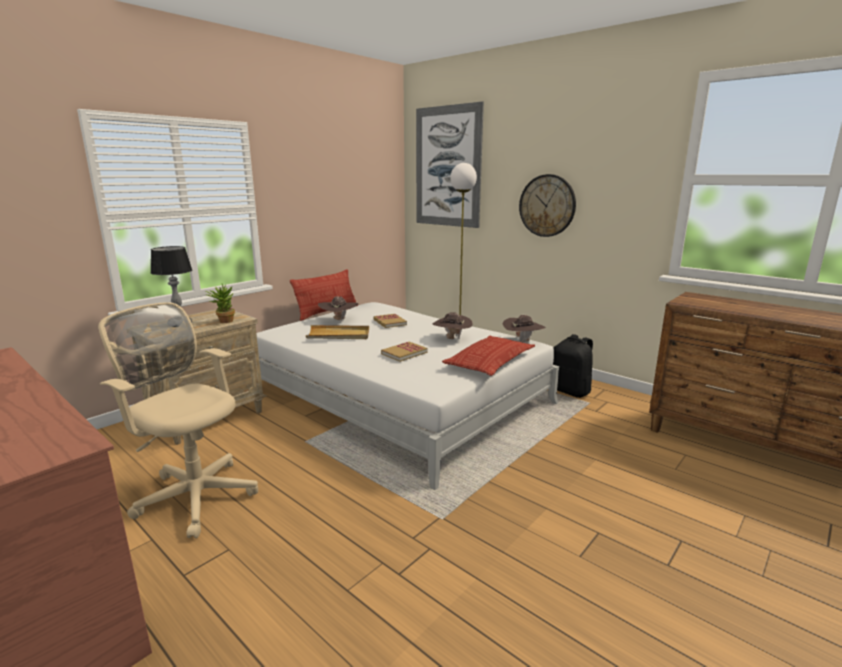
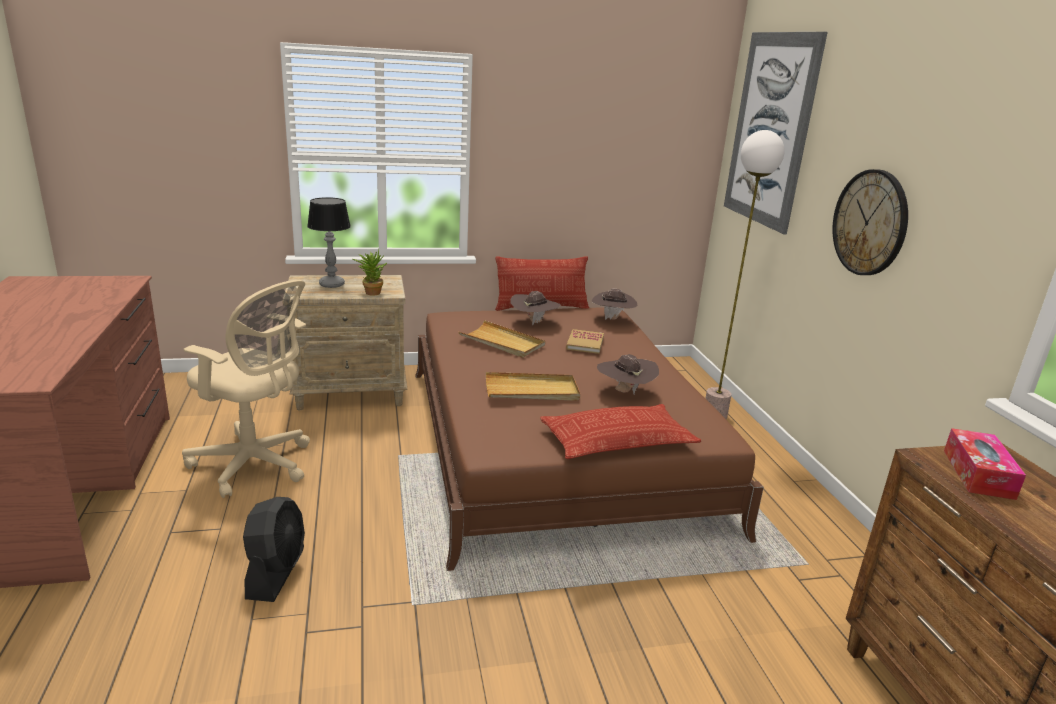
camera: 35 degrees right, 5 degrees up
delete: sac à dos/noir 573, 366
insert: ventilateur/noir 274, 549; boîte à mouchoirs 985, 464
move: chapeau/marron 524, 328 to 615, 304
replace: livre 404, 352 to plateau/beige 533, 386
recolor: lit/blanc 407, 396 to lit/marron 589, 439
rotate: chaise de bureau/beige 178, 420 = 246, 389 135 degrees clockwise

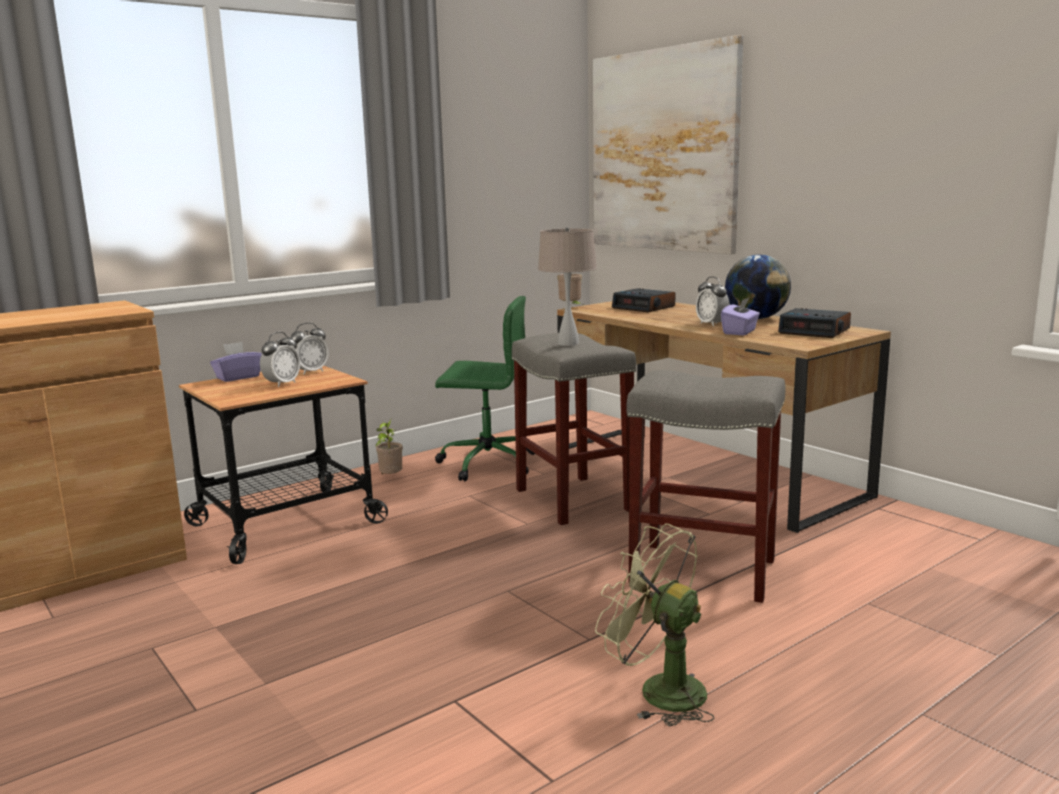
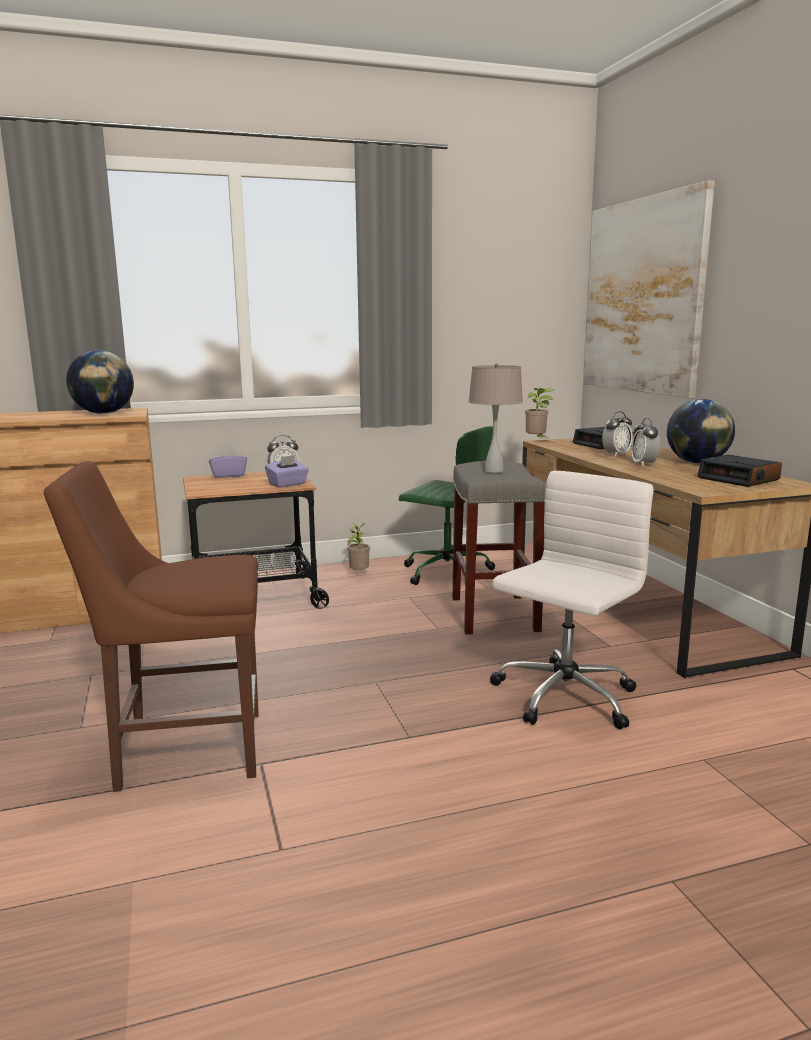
camera: 20 degrees right, 0 degrees up
delete: ventilateur/vert 654, 625
insert: chaise/marron 151, 626; globe 100, 382
move: réveil 280, 359 to 617, 434; boîte à mouchoirs/violet 740, 317 to 287, 471
replace: tabouret/gris 706, 486 to chaise de bureau/blanc 572, 600

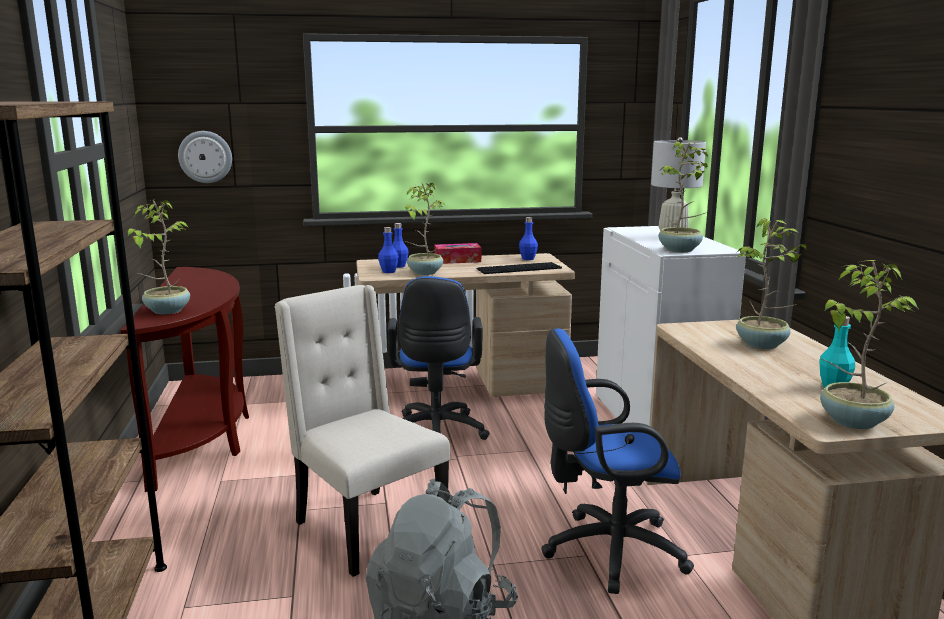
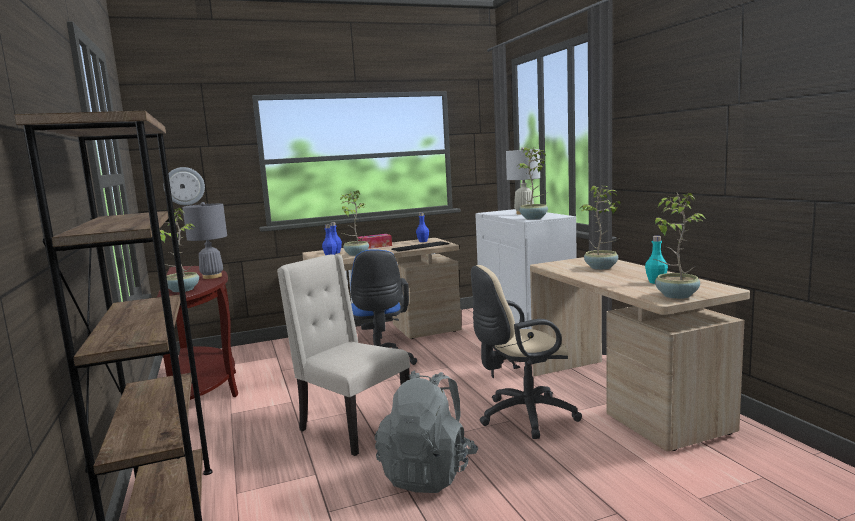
camera: 10 degrees left, 5 degrees down
insert: lampe de table/gris 204, 240
recolor: chaise de bureau/bleu 617, 461 to chaise de bureau/beige 526, 352

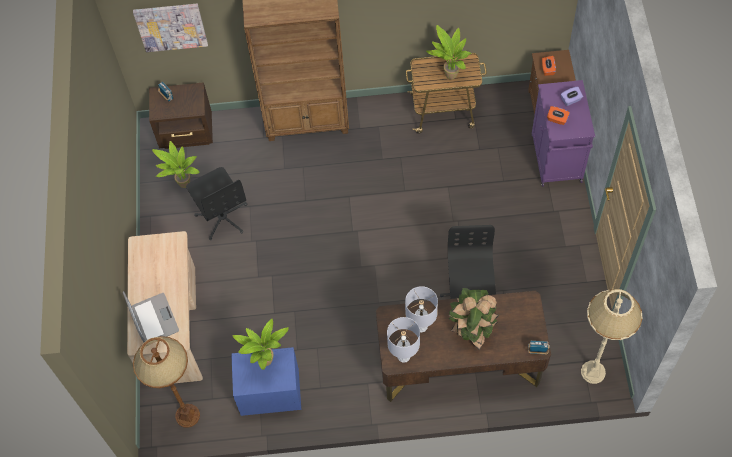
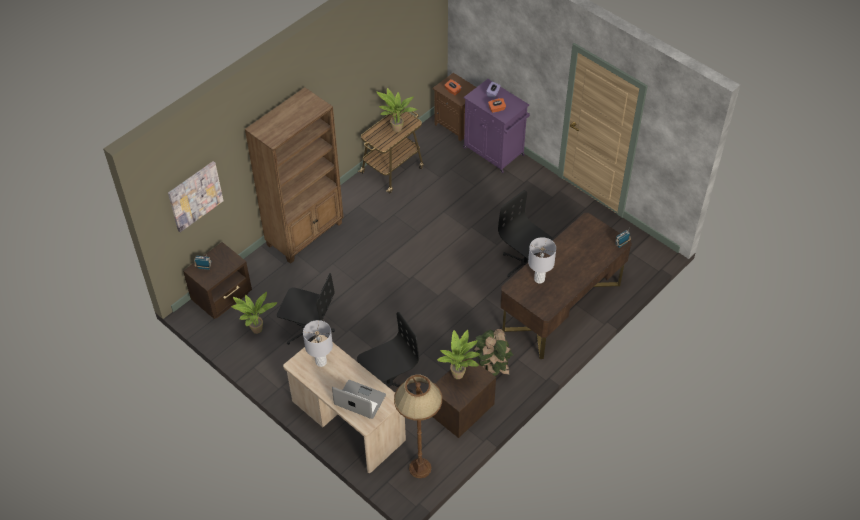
camera: 45 degrees left, 10 degrees down
delete: lampadaire/beige 611, 336
insert: chaise de bureau/noir 388, 353
move: lampe de table/gris 403, 340 to 318, 343; plante en pot 473, 319 to 493, 352
recolor: table de chevet/bleu 266, 381 to table de chevet/marron 464, 398

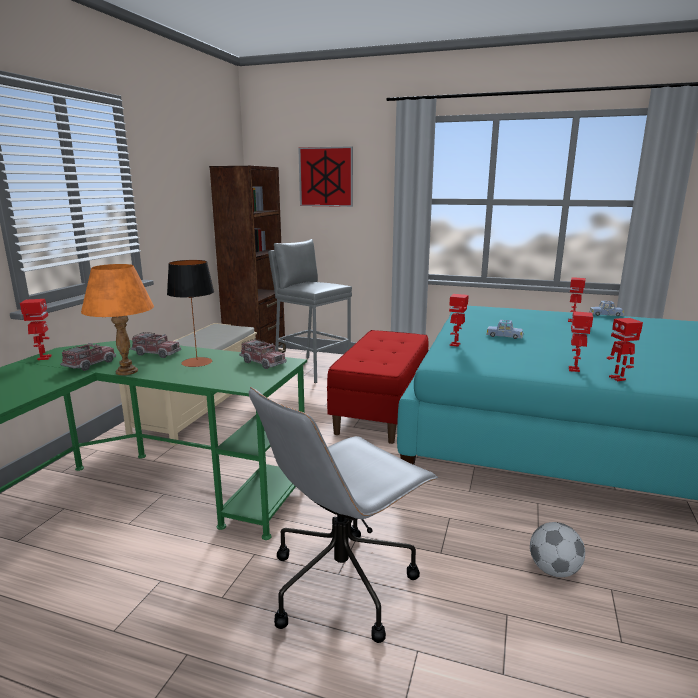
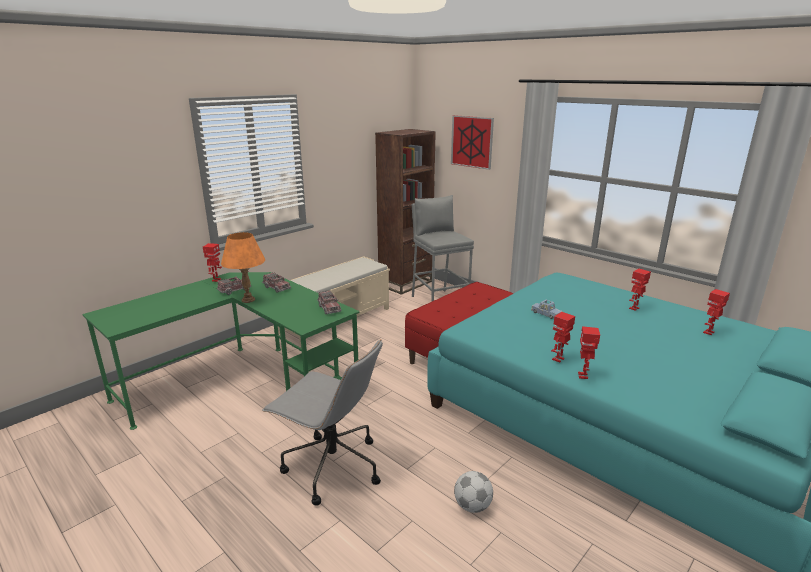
camera: 25 degrees right, 5 degrees up
delete: lampe de table 190, 313; petite voiture/bleu 606, 308
move: robot jouet 459, 320 to 716, 312
rotate: chaise de bureau/gris 343, 515 = 322, 423 135 degrees counterclockwise

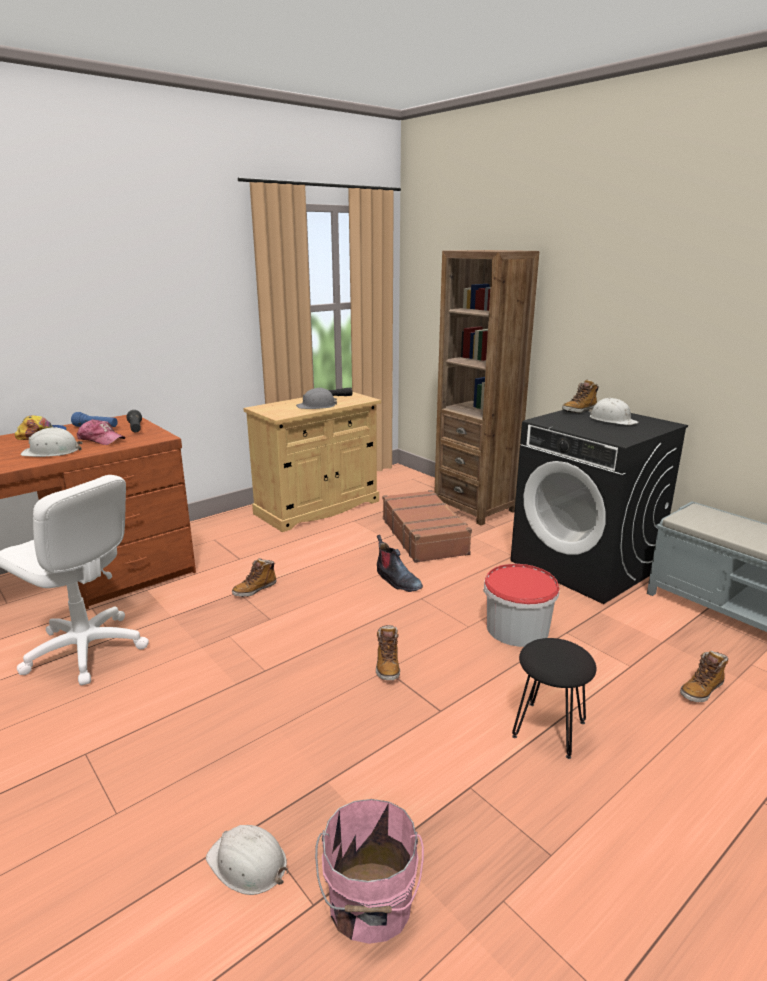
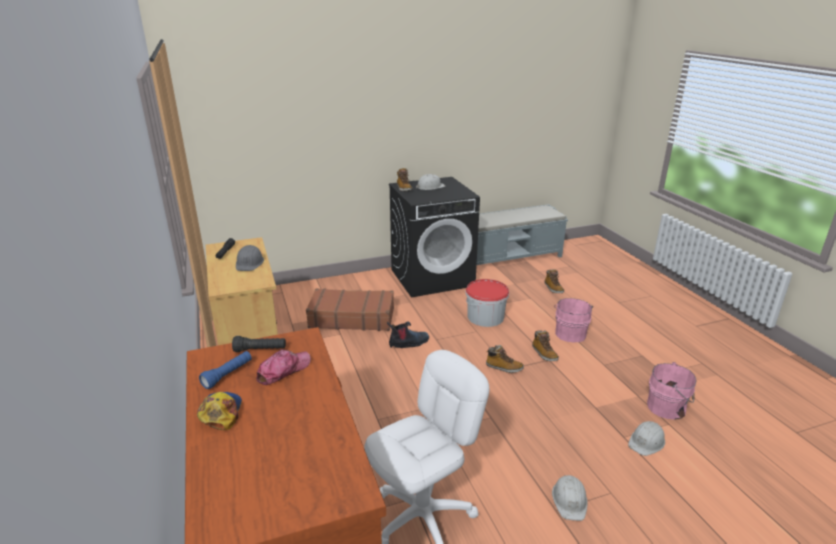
camera: 70 degrees left, 5 degrees up
delete: bibliothèque/marron 486, 387
move: casque de chantier/blanc 51, 442 to 570, 498; botte 254, 577 to 545, 345
replace: tabouret/noir 554, 698 to seau/rose 573, 320

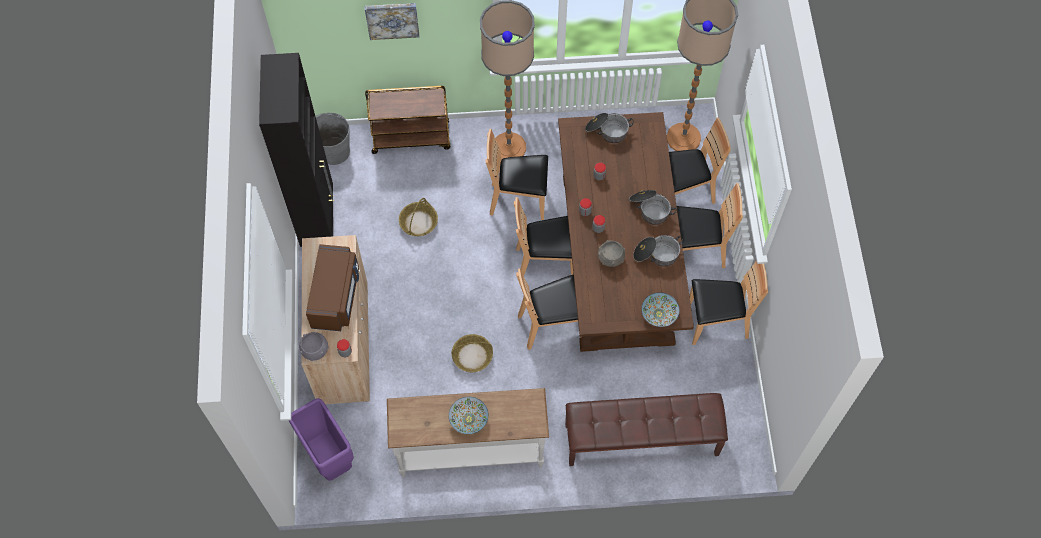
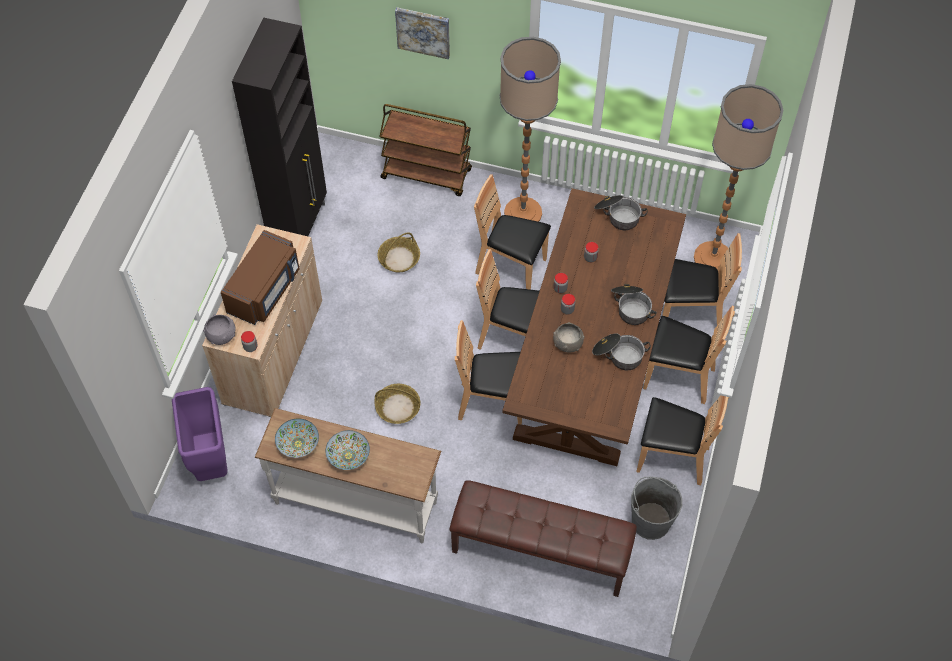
camera: 20 degrees right, 5 degrees down
move: seau/gris 332, 139 to 656, 508; bol 660, 309 to 297, 438

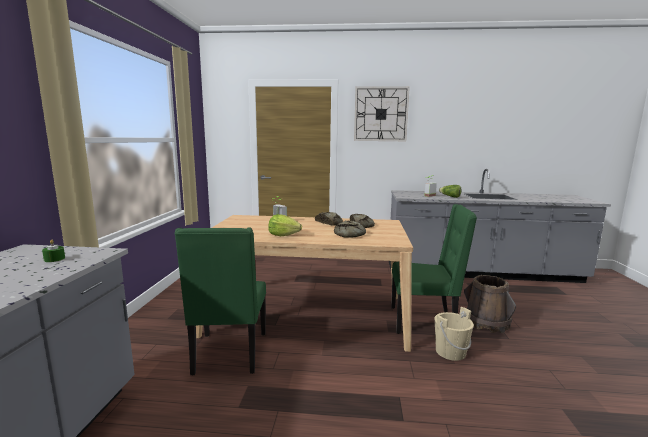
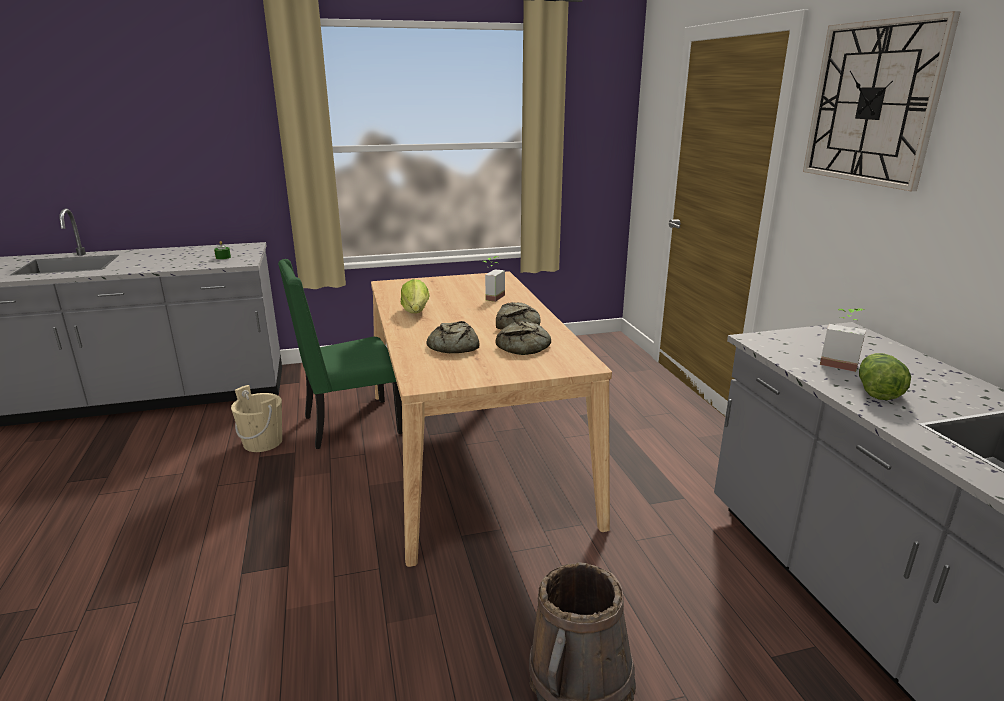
camera: 70 degrees right, 10 degrees up
delete: chaise/vert 434, 269
move: seau/beige 454, 334 to 256, 418

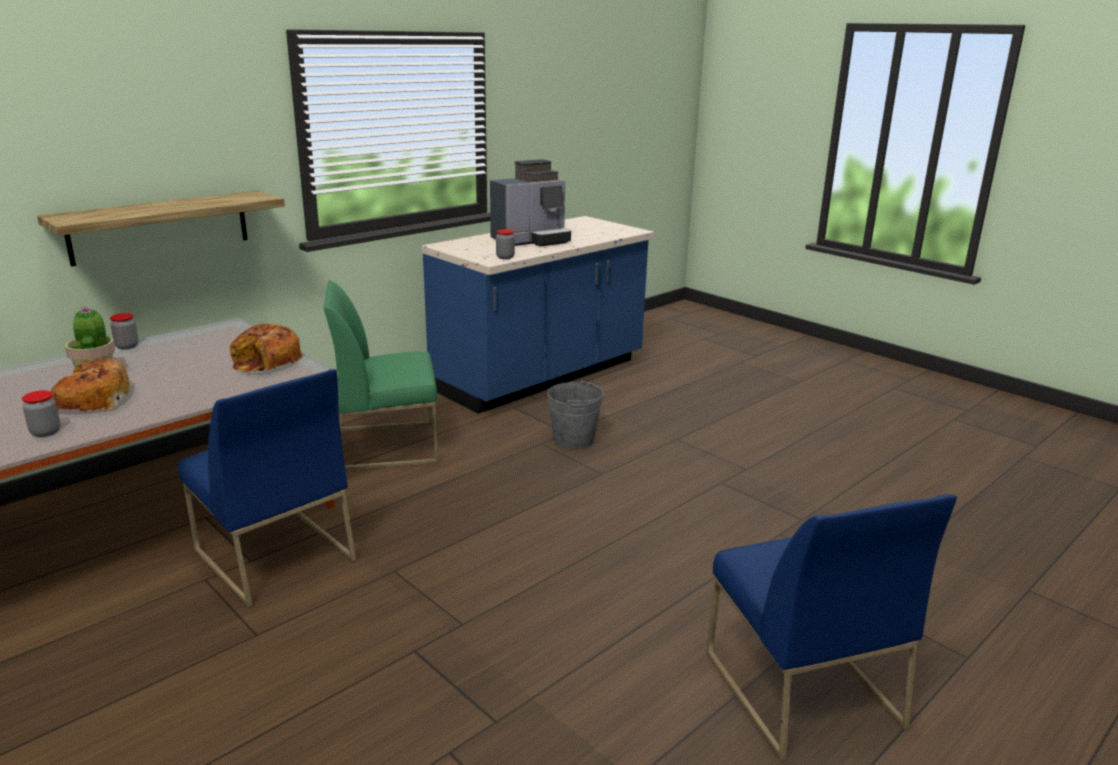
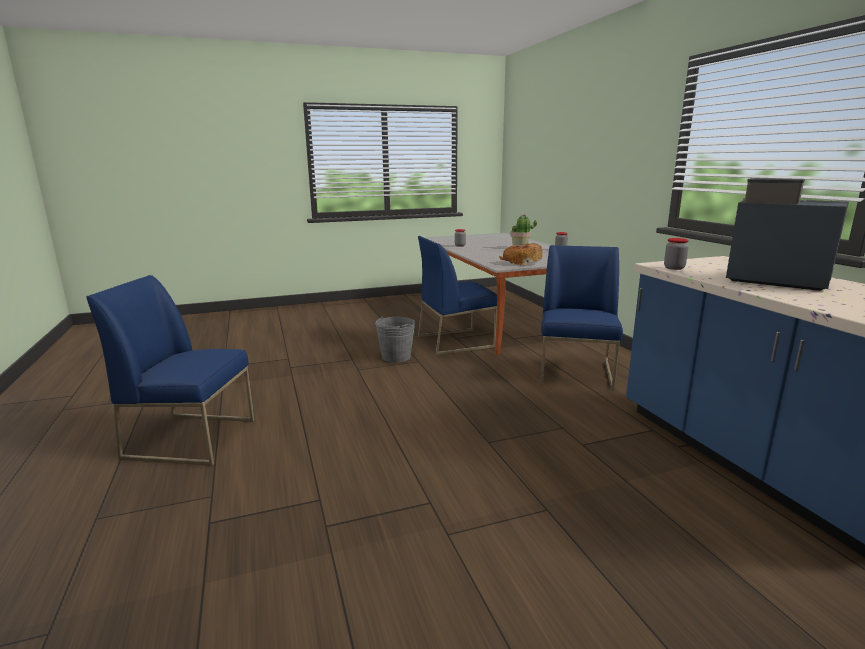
camera: 115 degrees right, 5 degrees down
delete: étagère 161, 229; pain 90, 385
move: seau/gris 575, 414 to 395, 339
recolor: chaise/vert 381, 376 to chaise/bleu 581, 318
rotate: machine à café 530, 202 = 787, 234 135 degrees clockwise

